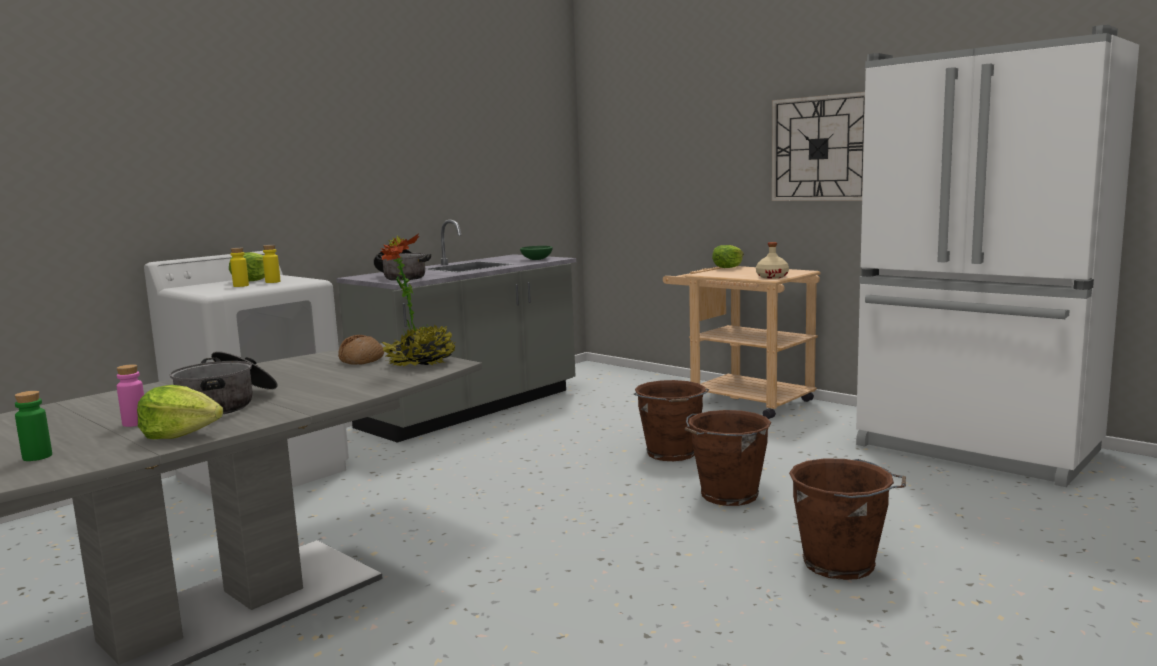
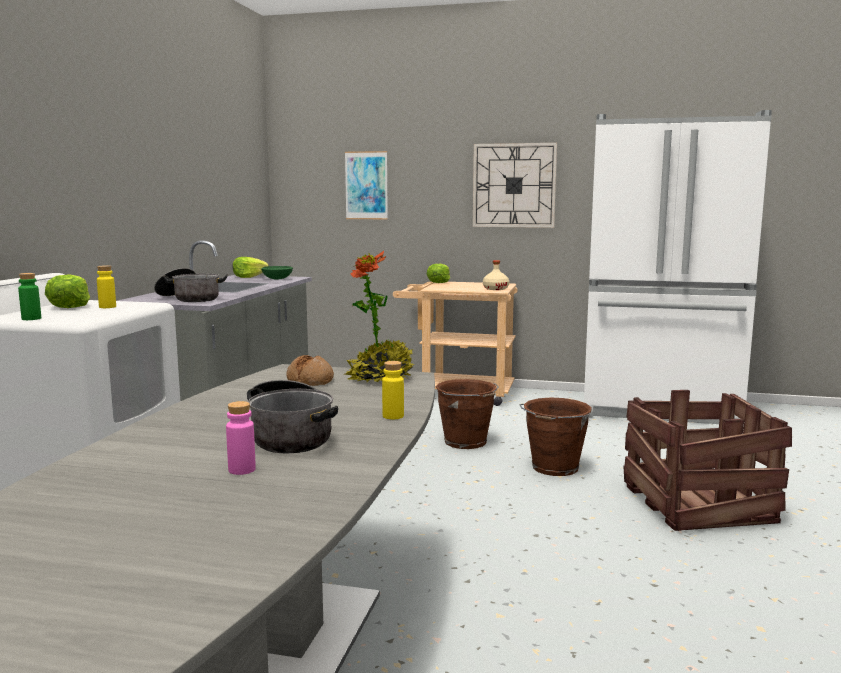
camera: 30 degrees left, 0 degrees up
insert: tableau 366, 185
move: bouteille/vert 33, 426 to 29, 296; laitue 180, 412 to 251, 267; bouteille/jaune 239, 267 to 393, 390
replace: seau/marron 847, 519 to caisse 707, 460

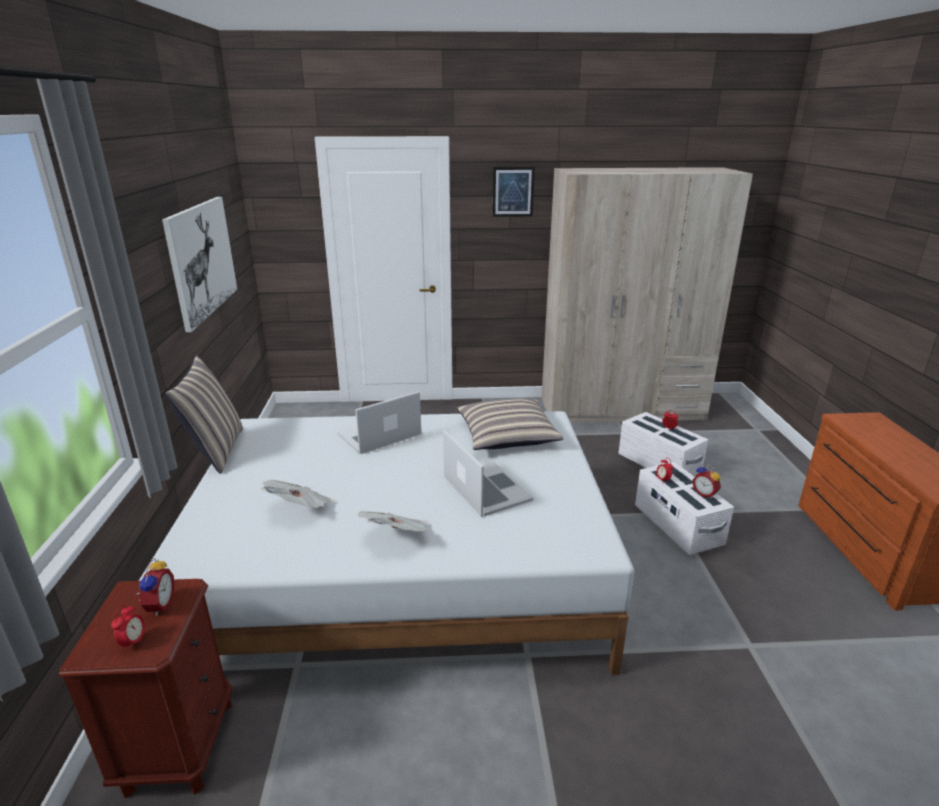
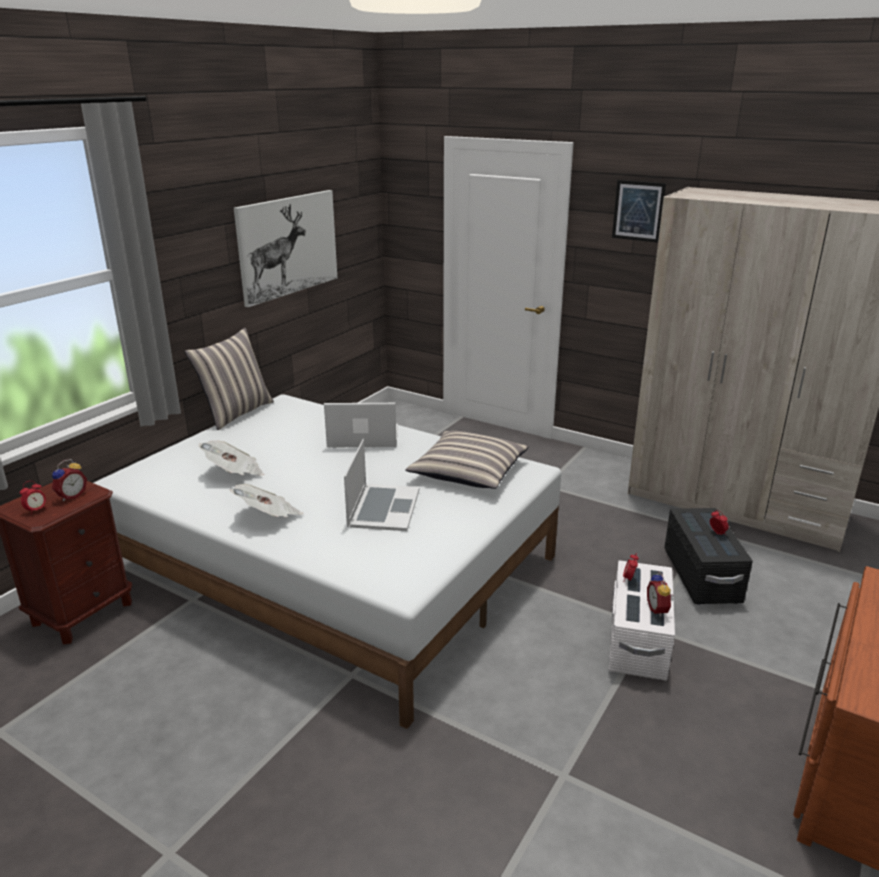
camera: 35 degrees right, 0 degrees up
recolor: boîte de rangement/blanc 663, 444 to boîte de rangement/noir 708, 556

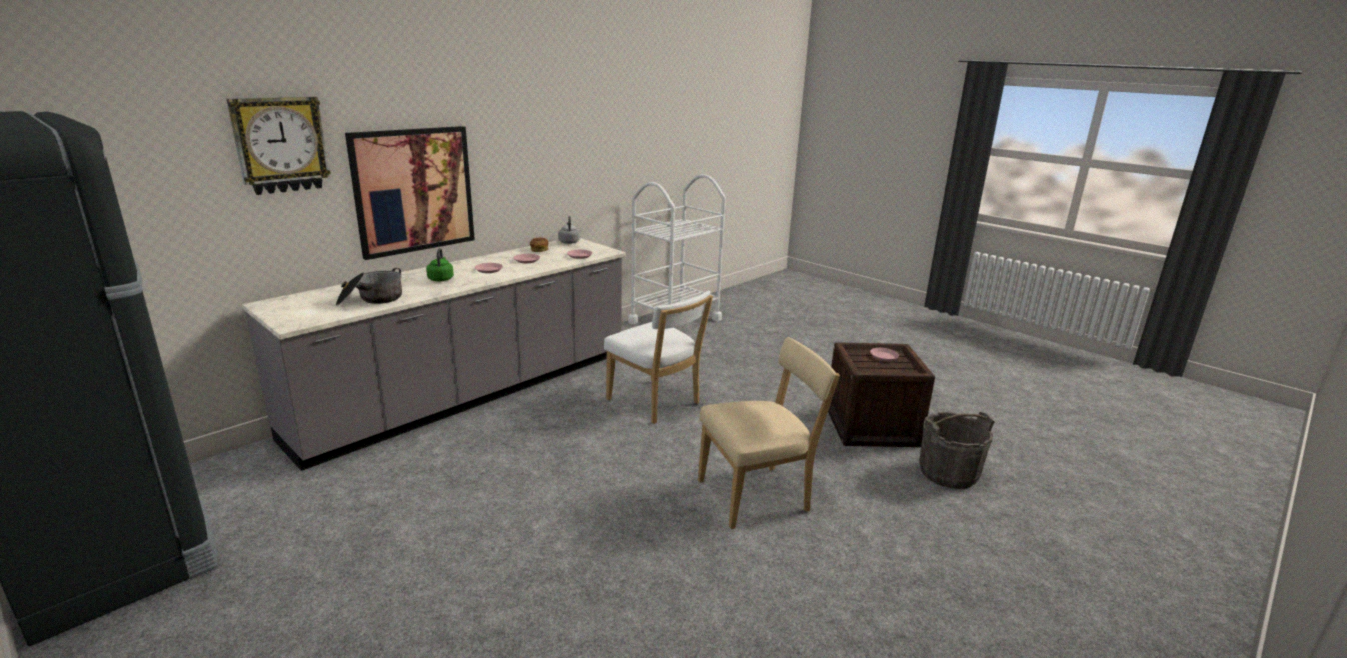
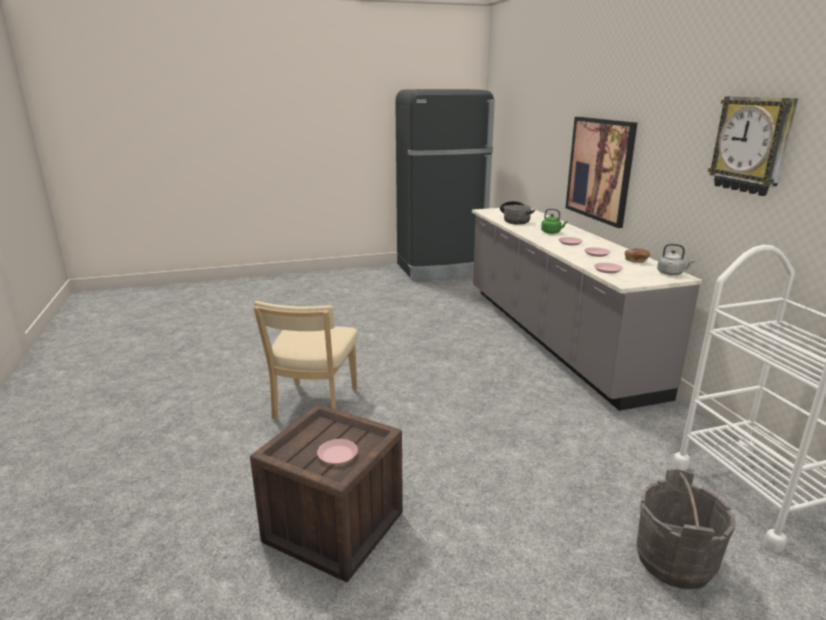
camera: 120 degrees right, 0 degrees up
delete: chaise/blanc 658, 357
move: horloge murale 279, 146 to 753, 146; seau/gris 957, 450 to 686, 528

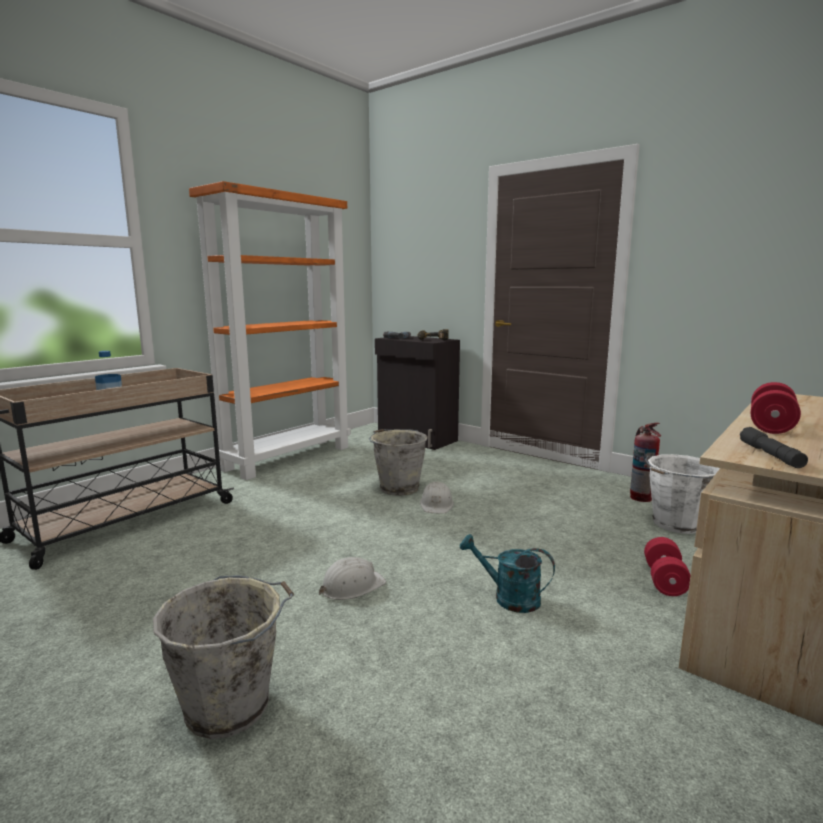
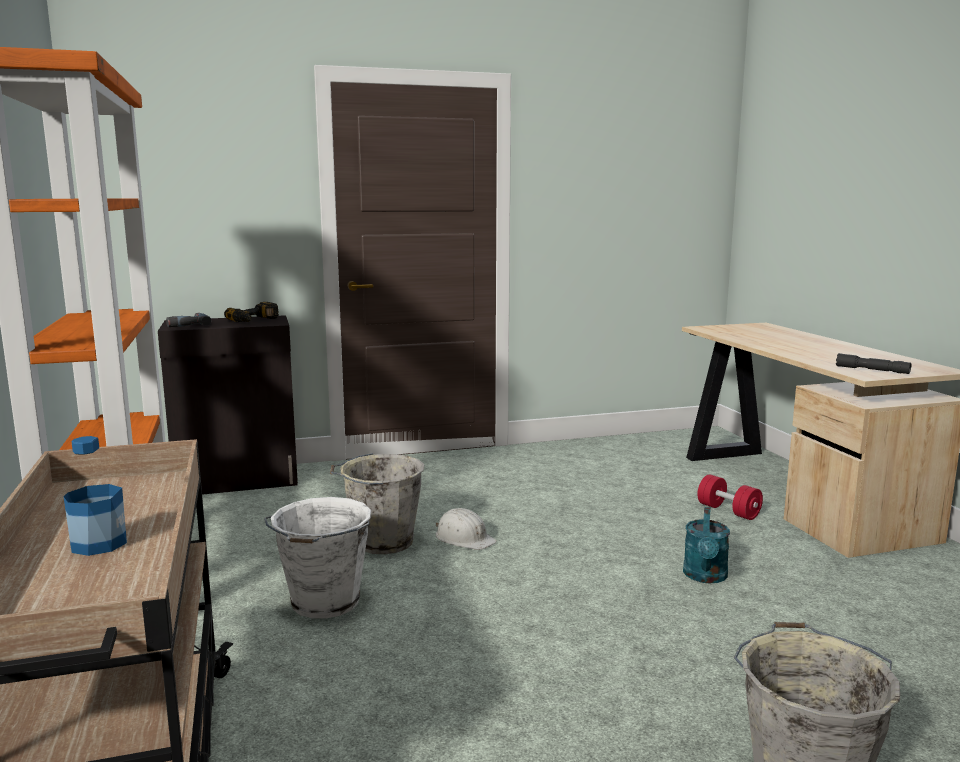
camera: 55 degrees left, 0 degrees up
delete: casque de chantier/blanc 352, 578; extincteur 645, 462; haltère/rouge 776, 408
move: seau/blanc 682, 494 to 317, 558
rotate: arrosoir/turquoise 507, 573 = 706, 545 45 degrees counterclockwise

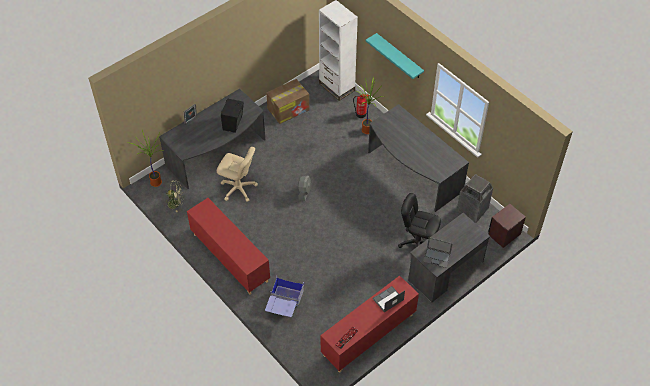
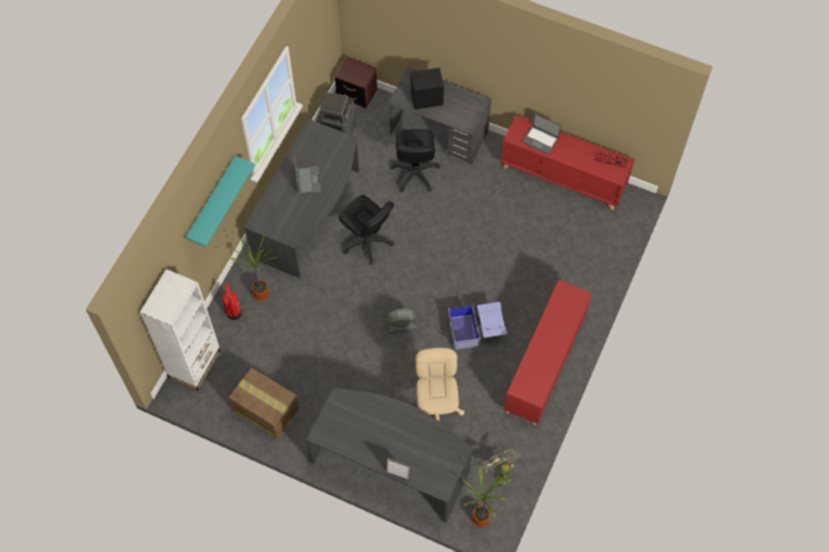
camera: 115 degrees left, 10 degrees up
insert: chaise de bureau/noir 366, 230
move: enceinte/noir 232, 115 to 427, 88; boîte de rangement/bleu 284, 296 to 477, 326; ordinateur portable 438, 252 to 307, 175

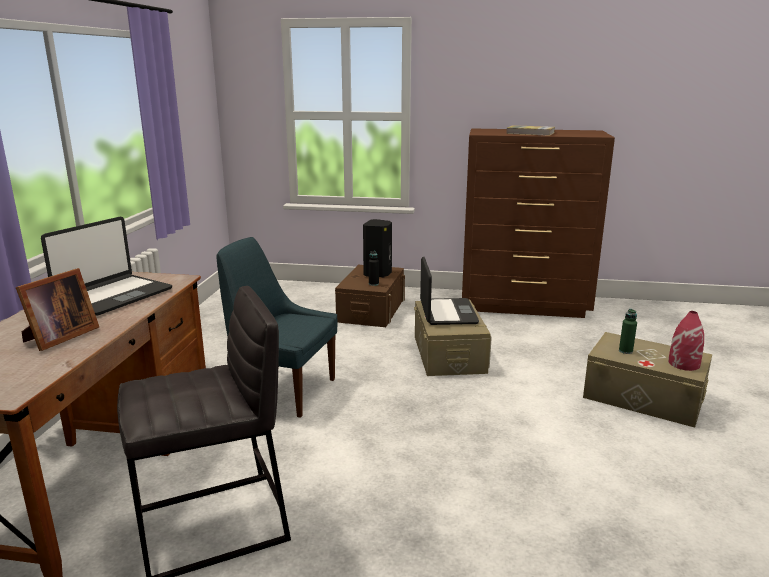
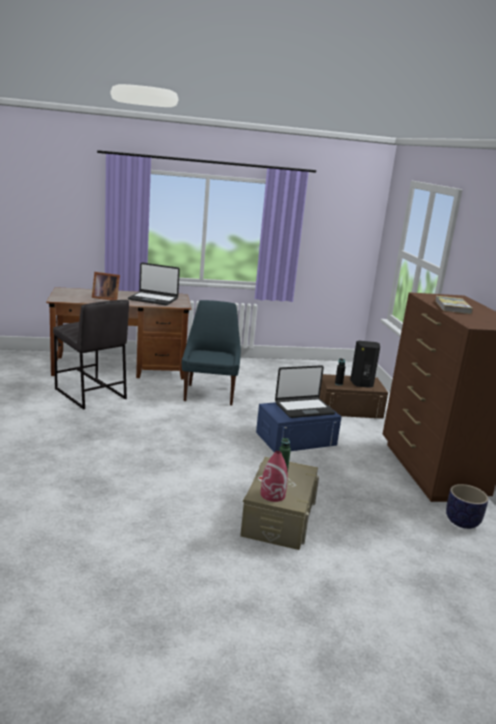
camera: 70 degrees right, 0 degrees up
insert: cache-pot 467, 506
recolor: boîte de rangement/beige 453, 337 to boîte de rangement/bleu 298, 427

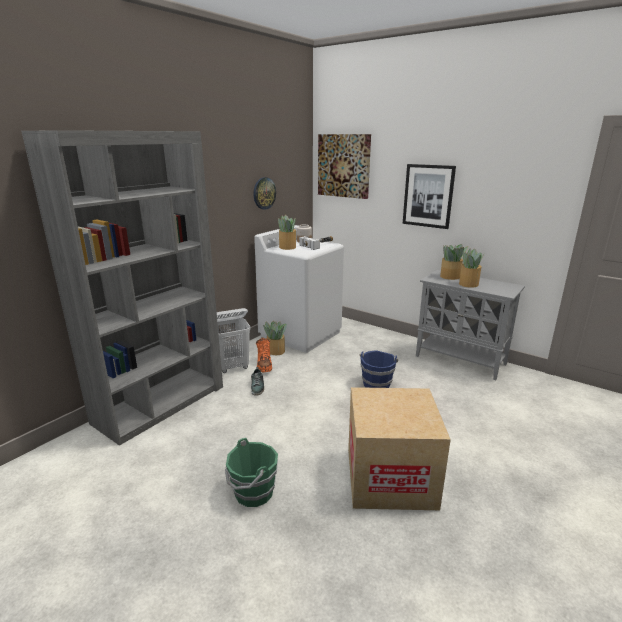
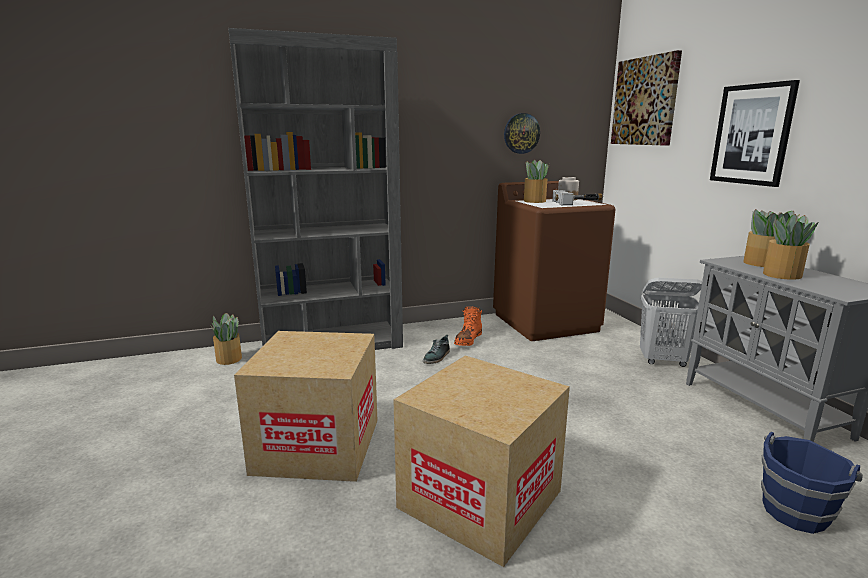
camera: 35 degrees right, 5 degrees down
move: panier à linge/blanc 234, 340 to 671, 322; plante en pot 275, 338 to 226, 339; seau/bleu 379, 369 to 812, 483
replace: seau/vert 251, 472 to carton 306, 406
recolor: lave-linge/blanc 299, 289 to lave-linge/marron 554, 261

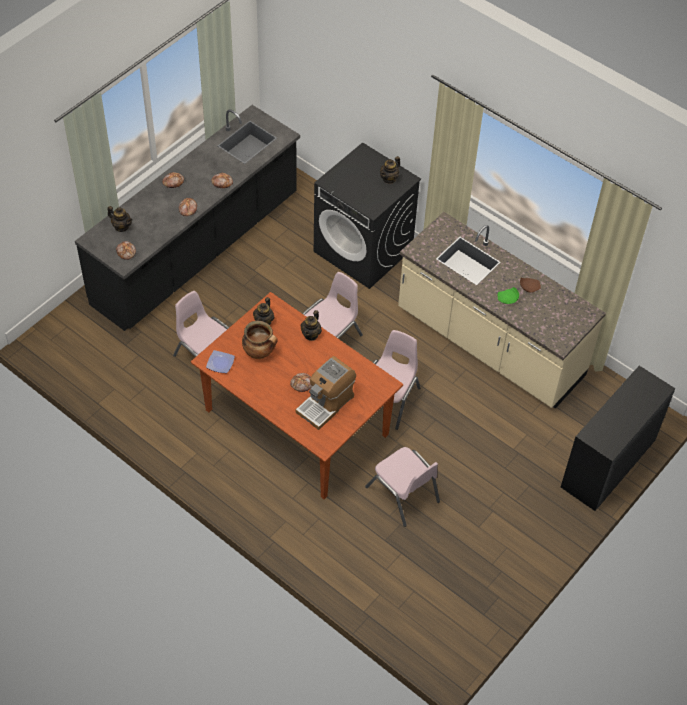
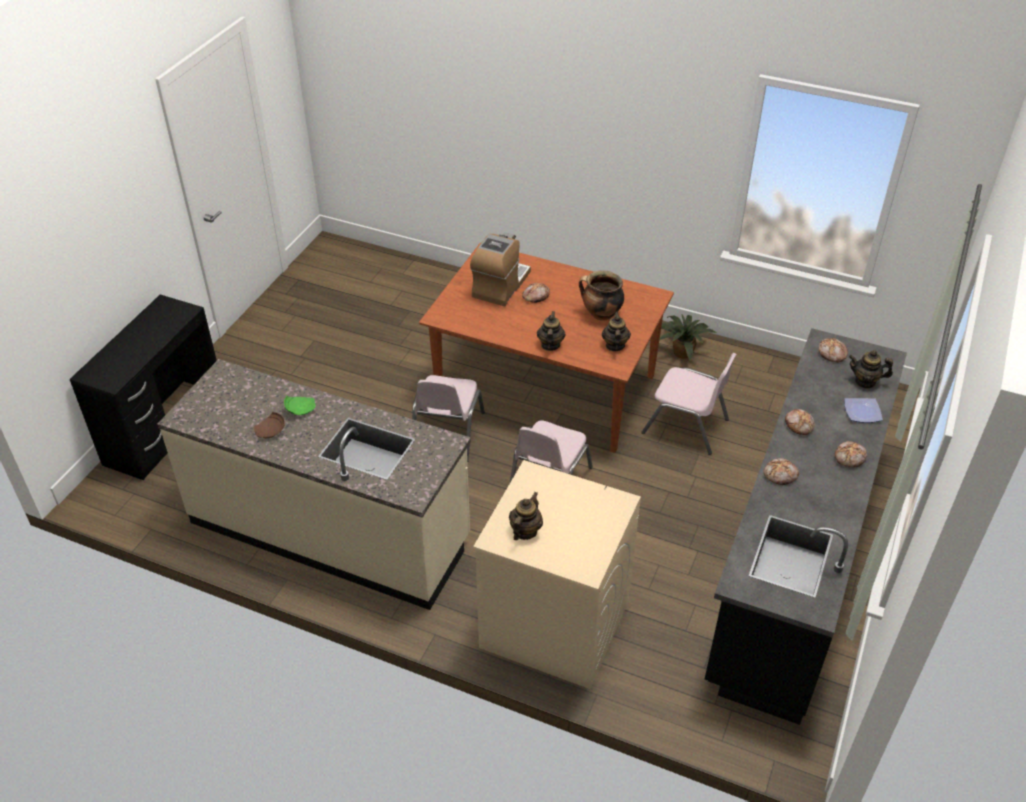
camera: 165 degrees right, 10 degrees down
delete: chaise/rose 402, 487
insert: plante en pot 687, 338
move: assiette 220, 361 to 863, 410
recolor: lave-linge/noir 367, 215 to lave-linge/beige 557, 574

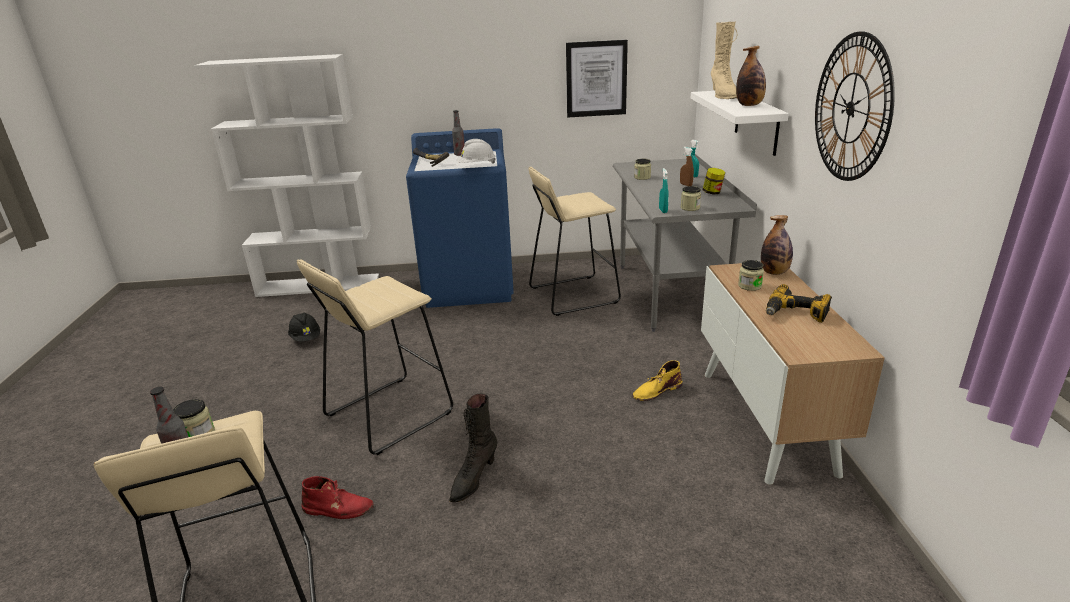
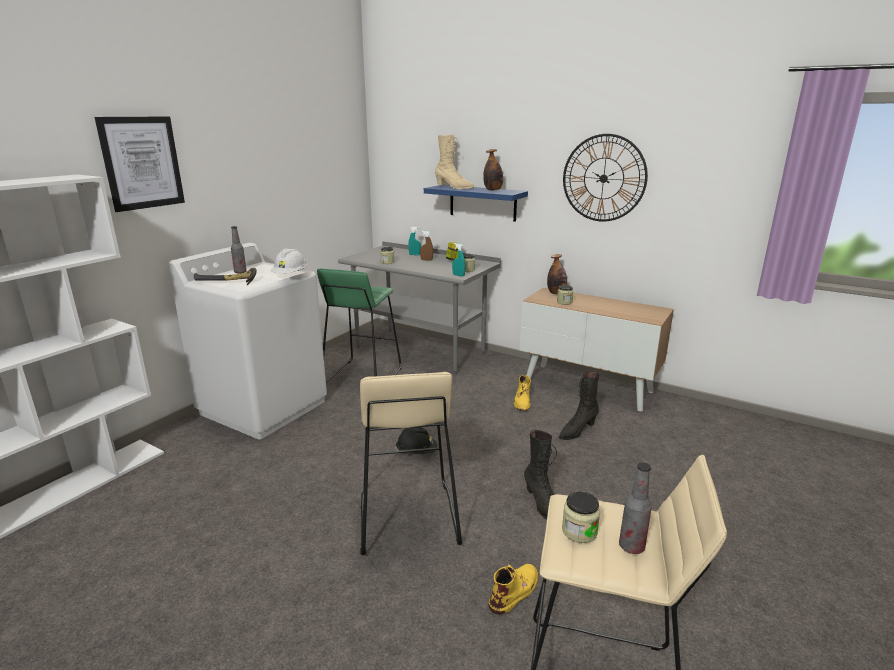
camera: 55 degrees left, 5 degrees down
delete: perceuse 799, 303
insert: botte/noir 579, 405
move: casque de chantier/noir 304, 327 to 416, 440; tableau 597, 78 to 140, 164
recolor: botte/rouge 337, 497 to botte/jaune 513, 589; lave-linge/bleu 460, 218 to lave-linge/blanc 247, 341; tabouret/beige 575, 241 to tabouret/vert 359, 326; étagère/blanc 740, 123 to étagère/bleu 476, 203

